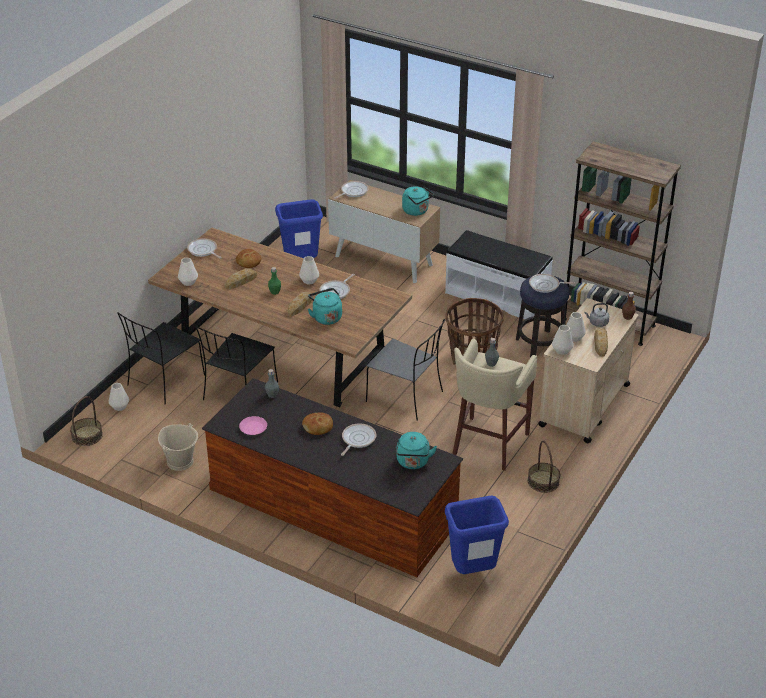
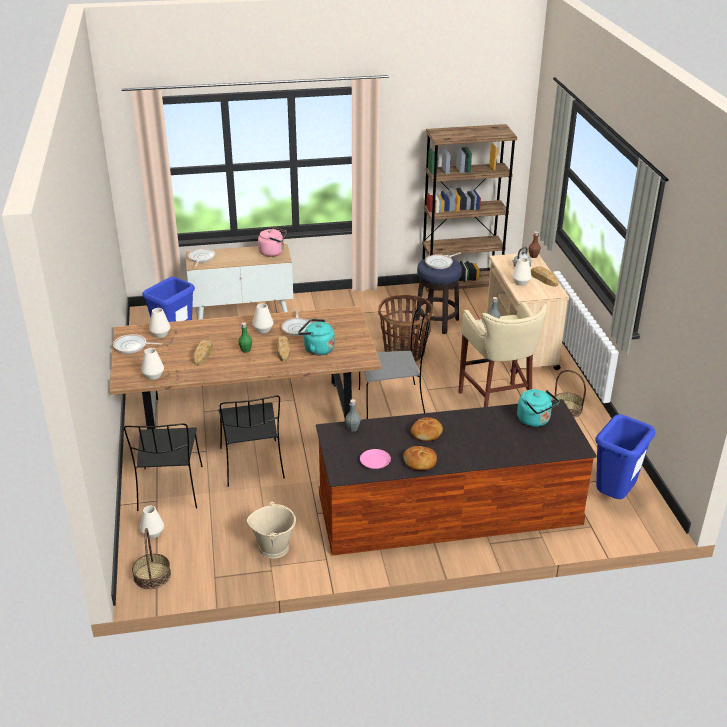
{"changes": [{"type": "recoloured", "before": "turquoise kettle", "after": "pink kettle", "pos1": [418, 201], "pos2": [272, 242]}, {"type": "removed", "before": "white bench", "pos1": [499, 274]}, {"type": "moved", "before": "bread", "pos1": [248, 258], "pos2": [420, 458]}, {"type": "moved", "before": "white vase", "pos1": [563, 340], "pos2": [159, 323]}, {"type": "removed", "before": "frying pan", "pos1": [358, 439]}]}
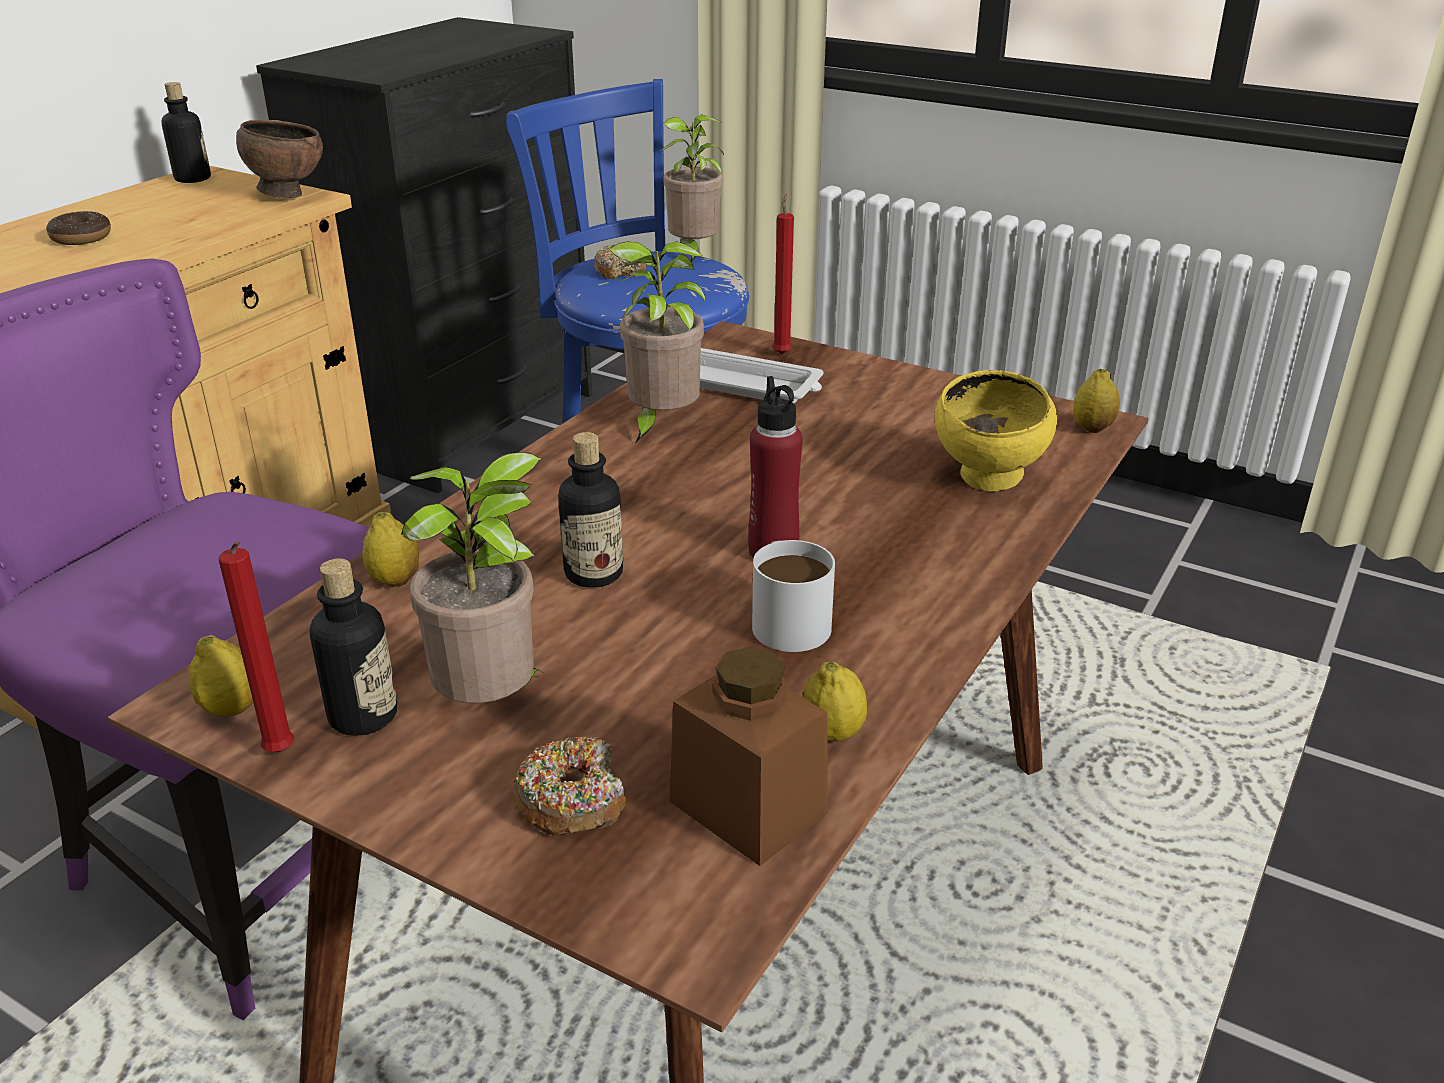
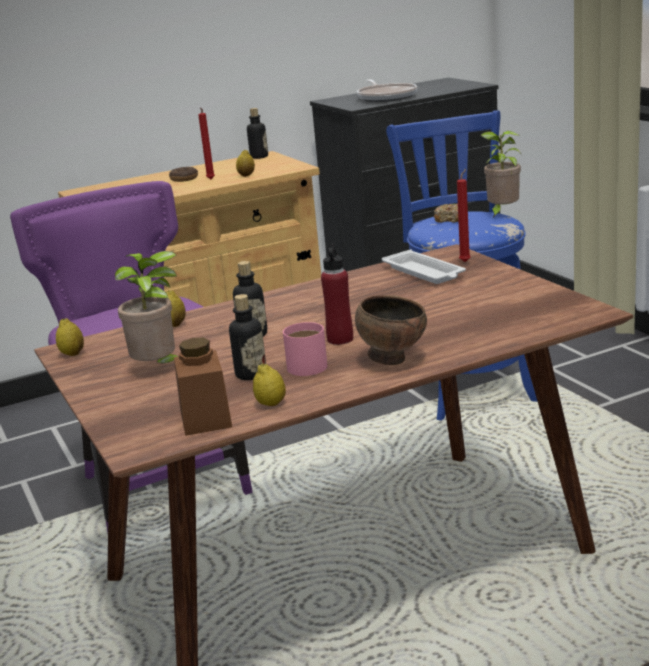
{"changes": [{"type": "moved", "before": "brown bowl", "pos1": [279, 159], "pos2": [391, 330]}, {"type": "removed", "before": "potted plant", "pos1": [657, 342]}, {"type": "moved", "before": "lemon", "pos1": [1096, 401], "pos2": [245, 163]}, {"type": "removed", "before": "yellow bowl", "pos1": [996, 431]}, {"type": "recoloured", "before": "white mug", "after": "pink mug", "pos1": [793, 596], "pos2": [305, 349]}, {"type": "moved", "before": "red candle", "pos1": [256, 647], "pos2": [206, 143]}, {"type": "moved", "before": "bottle", "pos1": [353, 647], "pos2": [247, 337]}, {"type": "removed", "before": "donut", "pos1": [569, 786]}, {"type": "added", "after": "frying pan", "pos2": [387, 90]}]}
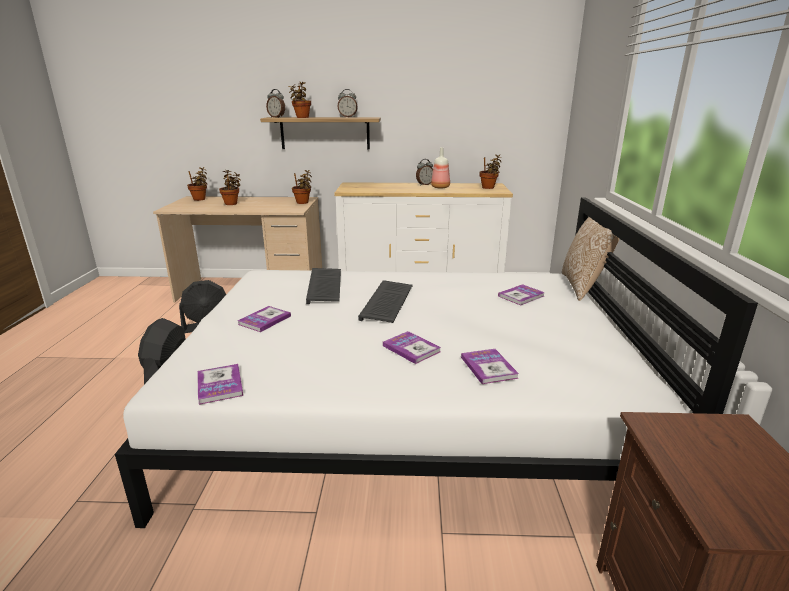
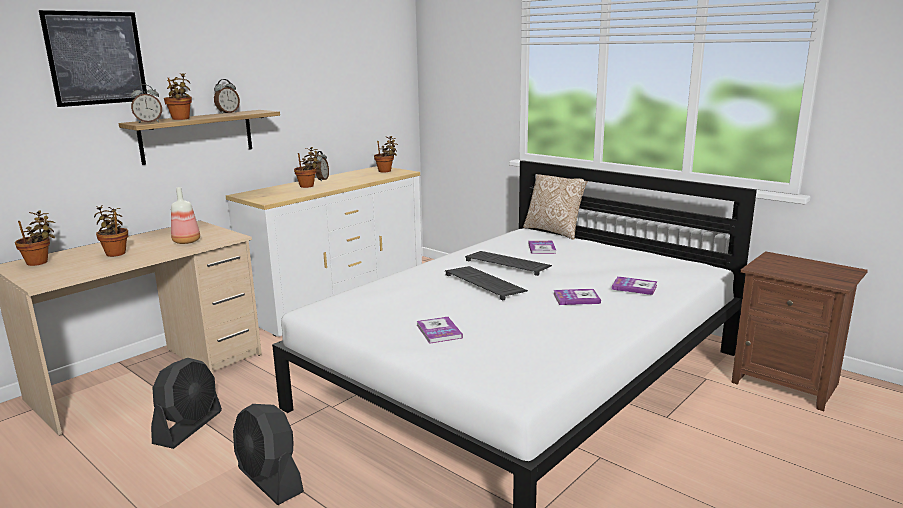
{"changes": [{"type": "moved", "before": "bottle", "pos1": [440, 167], "pos2": [185, 215]}, {"type": "moved", "before": "potted plant", "pos1": [302, 187], "pos2": [308, 167]}, {"type": "moved", "before": "keyboard", "pos1": [323, 286], "pos2": [508, 263]}, {"type": "removed", "before": "book", "pos1": [220, 384]}, {"type": "added", "after": "picture", "pos2": [93, 58]}]}
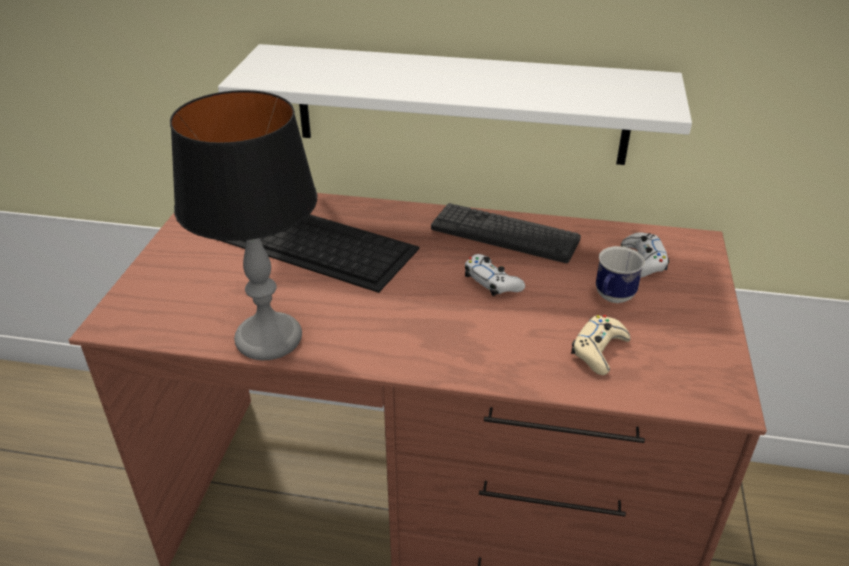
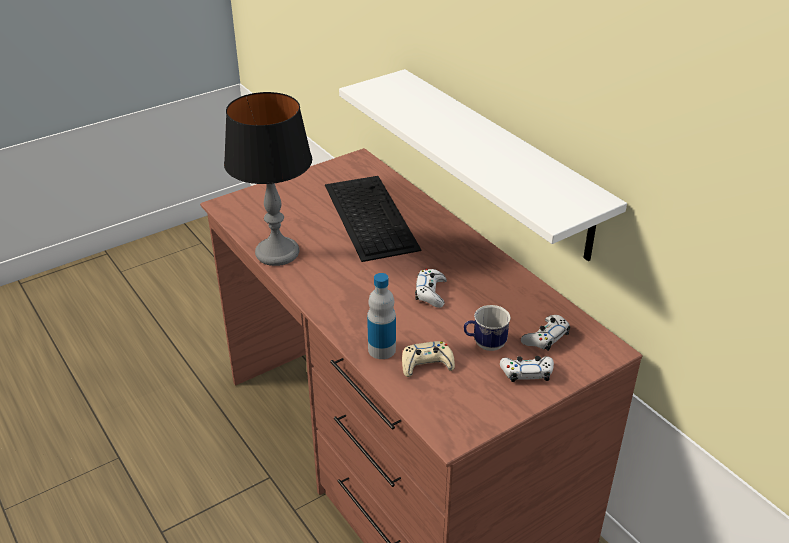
{"changes": [{"type": "removed", "before": "keyboard", "pos1": [506, 233]}, {"type": "added", "after": "bottle", "pos2": [381, 316]}, {"type": "added", "after": "white game controller", "pos2": [527, 369]}]}
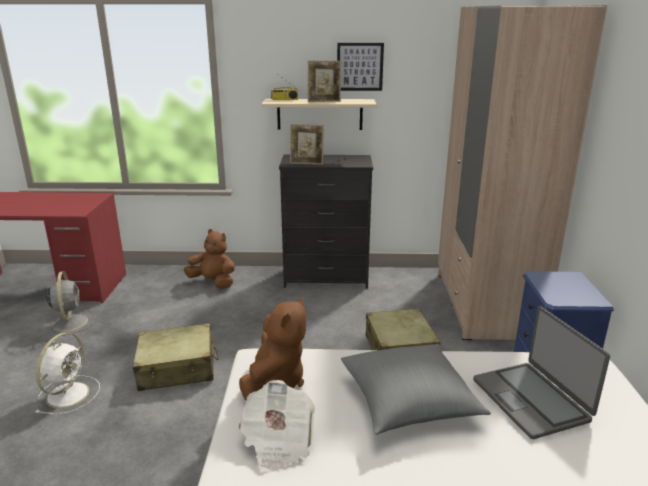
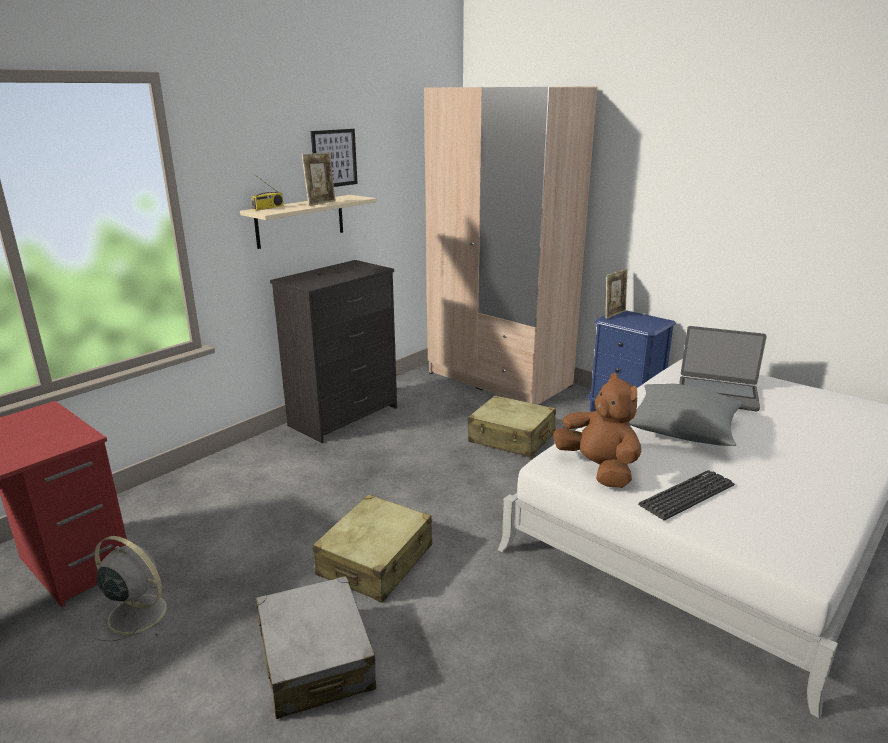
{"changes": [{"type": "moved", "before": "picture frame", "pos1": [307, 144], "pos2": [616, 294]}, {"type": "removed", "before": "brown plush toy", "pos1": [209, 259]}, {"type": "replaced", "before": "white fan", "after": "grey suitcase", "pos1": [67, 373], "pos2": [316, 647]}, {"type": "replaced", "before": "newspaper", "after": "keyboard", "pos1": [277, 426], "pos2": [686, 495]}]}
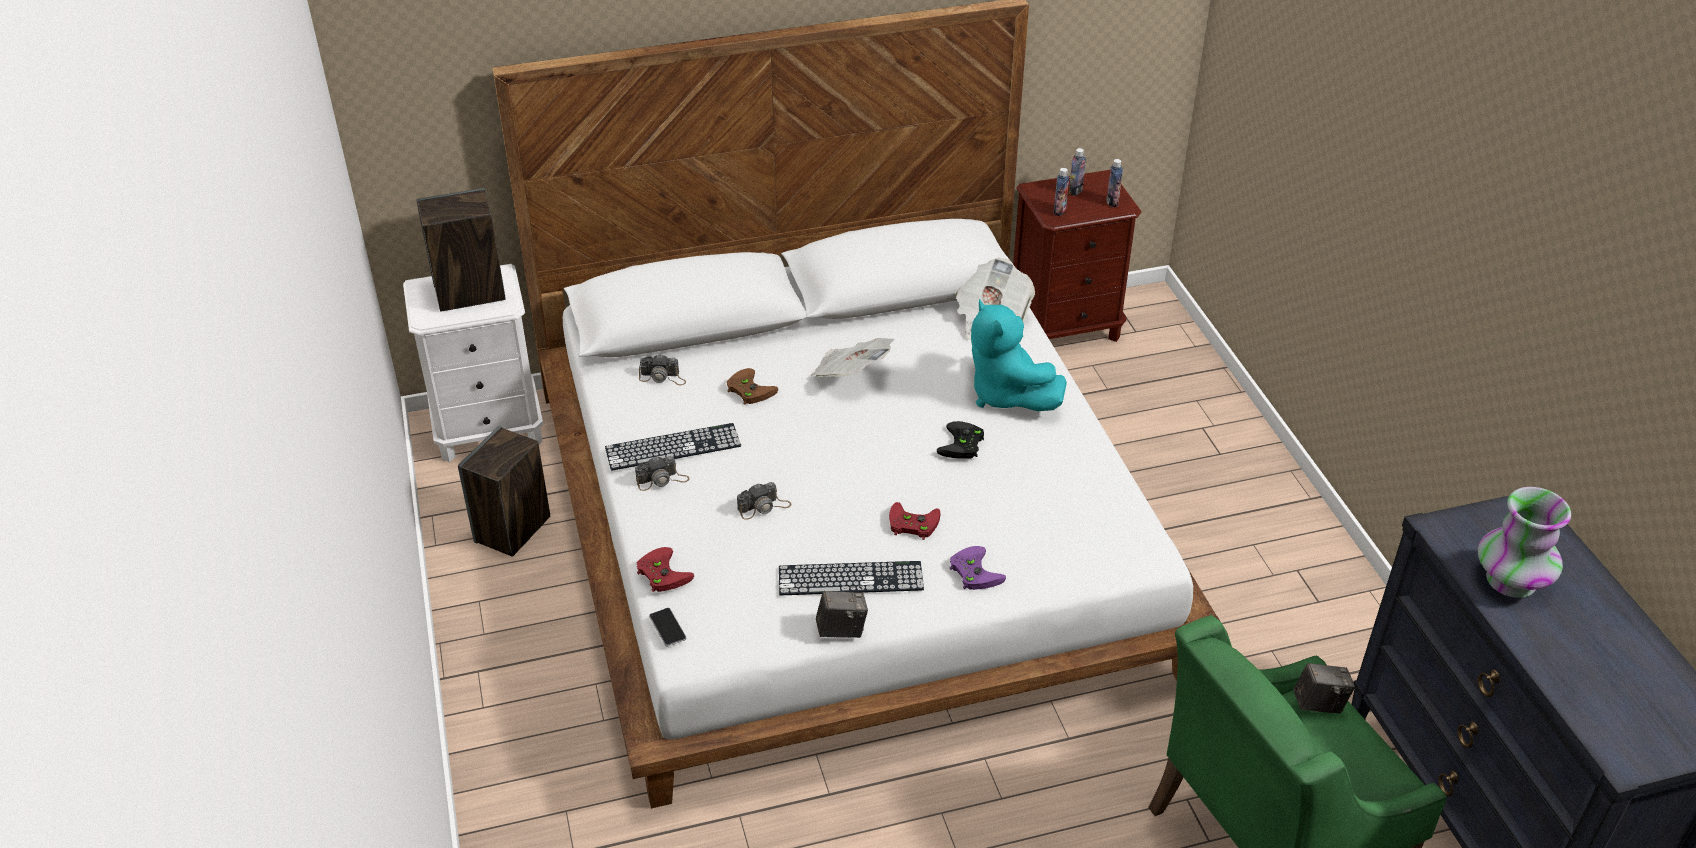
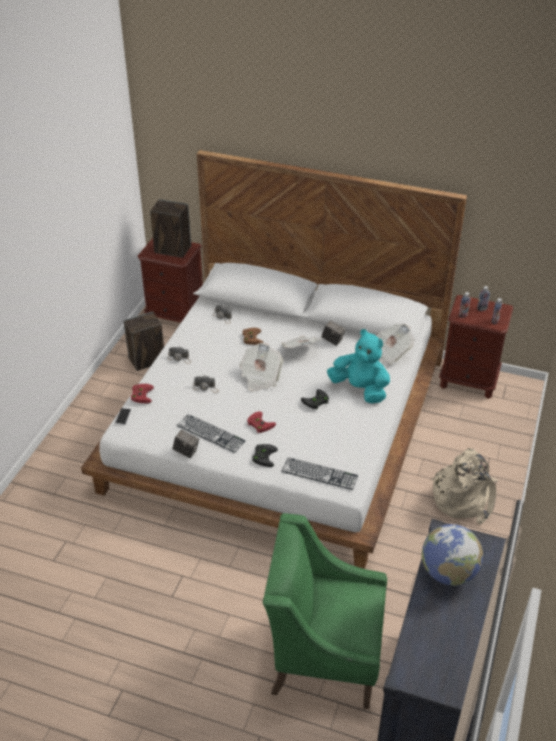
{"changes": [{"type": "recoloured", "before": "white nightstand", "after": "brown nightstand", "pos1": [473, 363], "pos2": [170, 280]}, {"type": "turned", "before": "turquoise plush toy", "pos1": [1019, 355], "pos2": [358, 366], "turn": 120}, {"type": "moved", "before": "keyboard", "pos1": [673, 447], "pos2": [319, 473]}, {"type": "replaced", "before": "vase", "after": "globe", "pos1": [1524, 542], "pos2": [452, 555]}, {"type": "recoloured", "before": "purple game controller", "after": "black game controller", "pos1": [977, 568], "pos2": [265, 455]}, {"type": "moved", "before": "photo camera", "pos1": [1324, 688], "pos2": [333, 333]}, {"type": "added", "after": "newspaper", "pos2": [262, 367]}, {"type": "added", "after": "beige backpack", "pos2": [464, 486]}]}
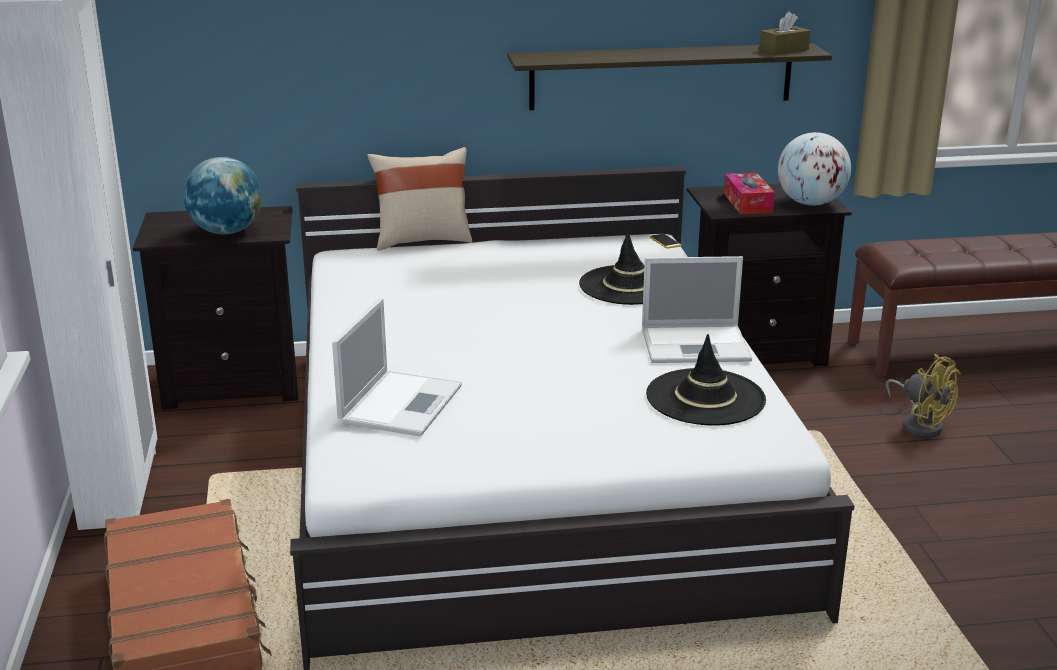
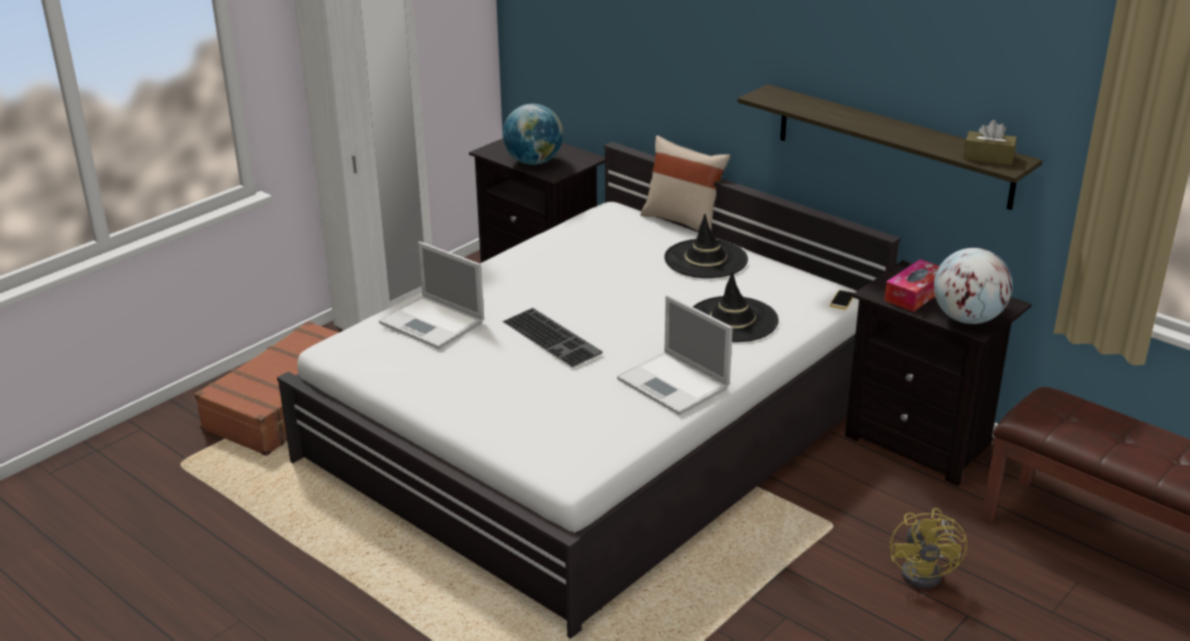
{"changes": [{"type": "turned", "before": "laptop", "pos1": [397, 367], "pos2": [431, 295], "turn": 60}, {"type": "moved", "before": "black hat", "pos1": [706, 380], "pos2": [706, 246]}, {"type": "added", "after": "keyboard", "pos2": [552, 337]}]}
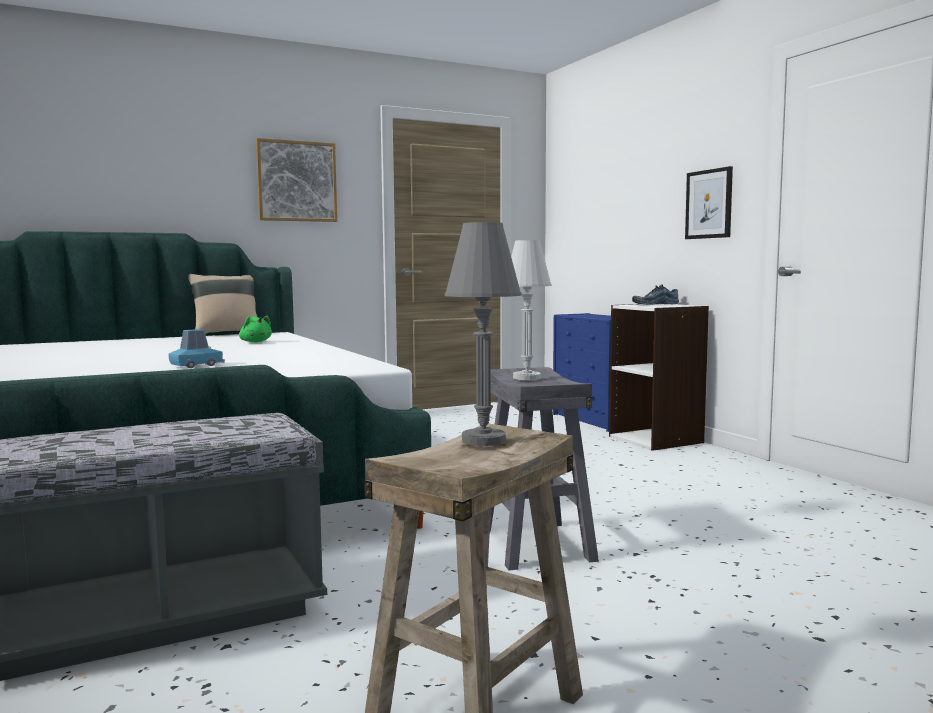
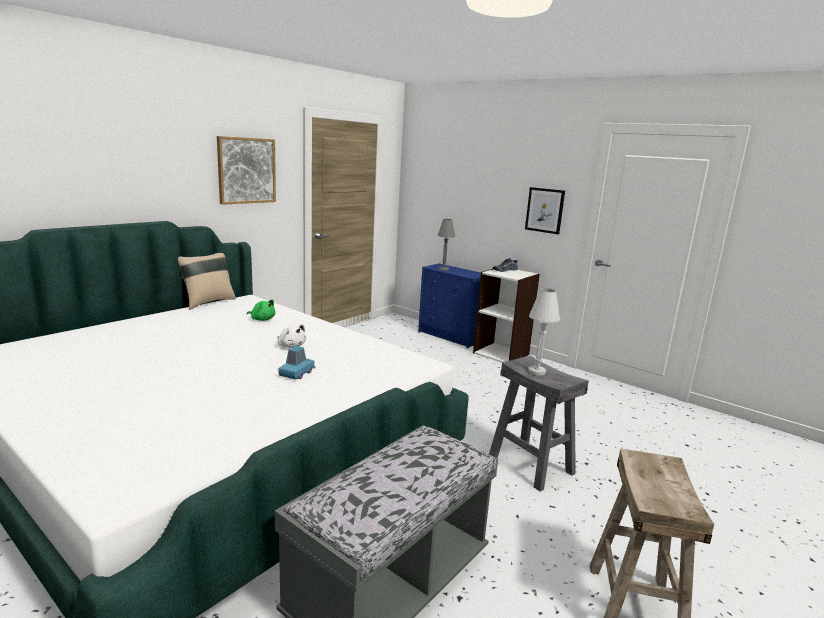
{"changes": [{"type": "moved", "before": "grey table lamp", "pos1": [483, 334], "pos2": [446, 245]}, {"type": "added", "after": "white plush toy", "pos2": [291, 336]}]}
